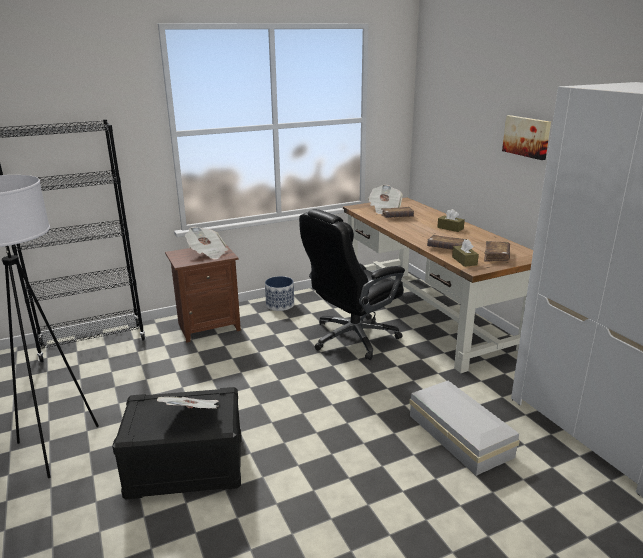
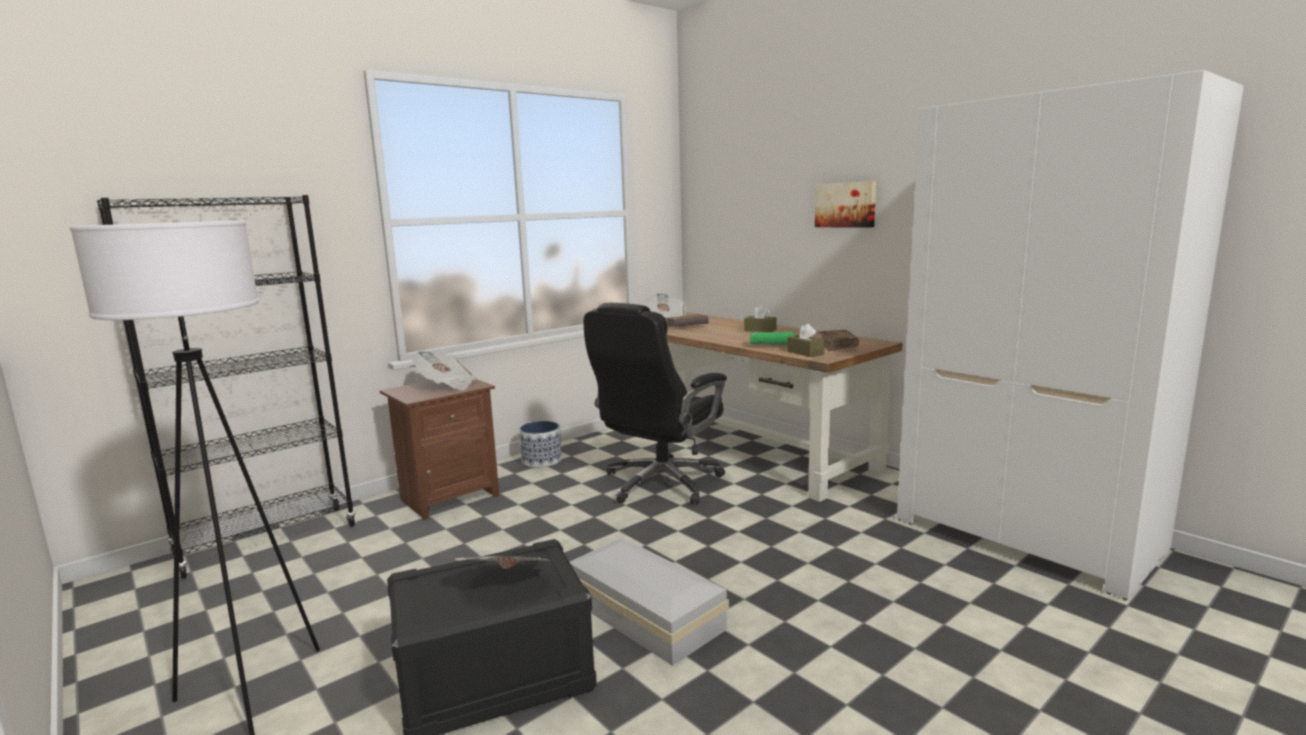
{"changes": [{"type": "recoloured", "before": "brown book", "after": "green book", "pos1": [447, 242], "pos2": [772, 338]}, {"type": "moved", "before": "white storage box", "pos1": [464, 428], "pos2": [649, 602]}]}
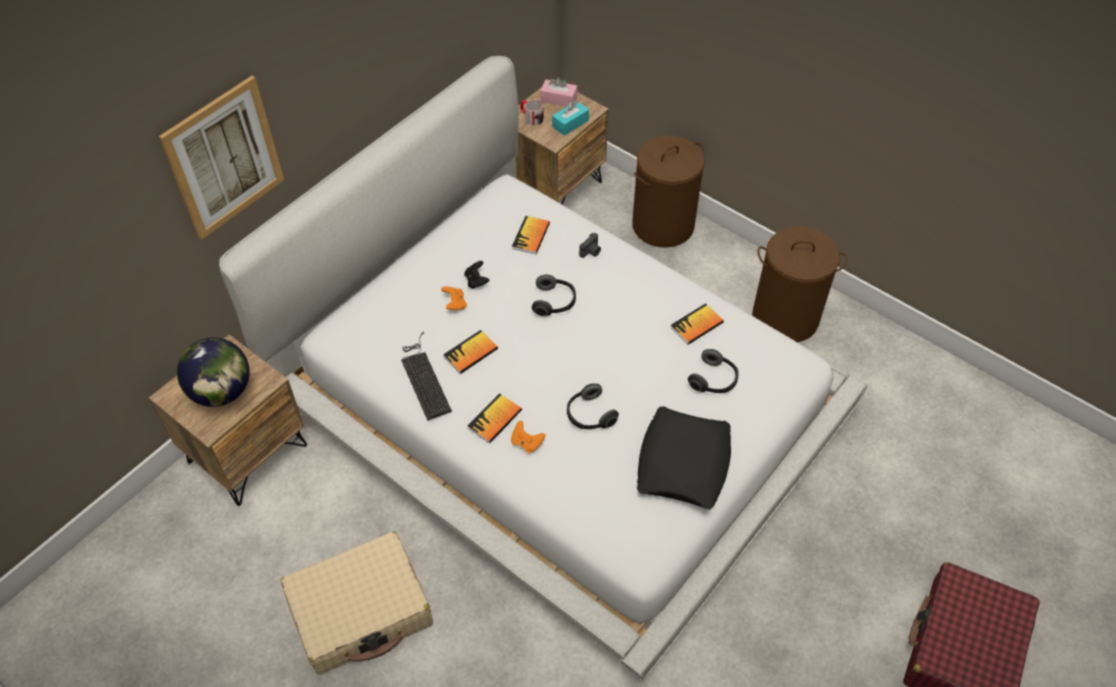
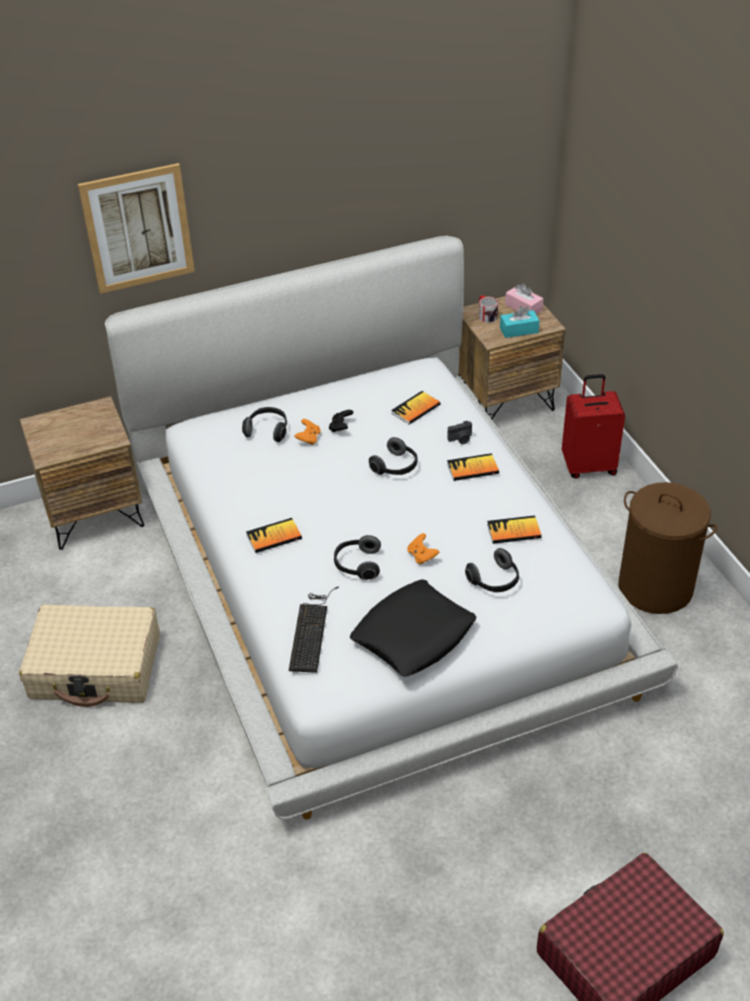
{"changes": [{"type": "replaced", "before": "brown laundry basket", "after": "red suitcase", "pos1": [668, 192], "pos2": [593, 426]}, {"type": "moved", "before": "book", "pos1": [470, 352], "pos2": [473, 467]}, {"type": "moved", "before": "keyboard", "pos1": [426, 375], "pos2": [314, 629]}, {"type": "removed", "before": "globe", "pos1": [213, 372]}, {"type": "moved", "before": "orange game controller", "pos1": [528, 437], "pos2": [423, 549]}, {"type": "added", "after": "headphones", "pos2": [264, 424]}]}
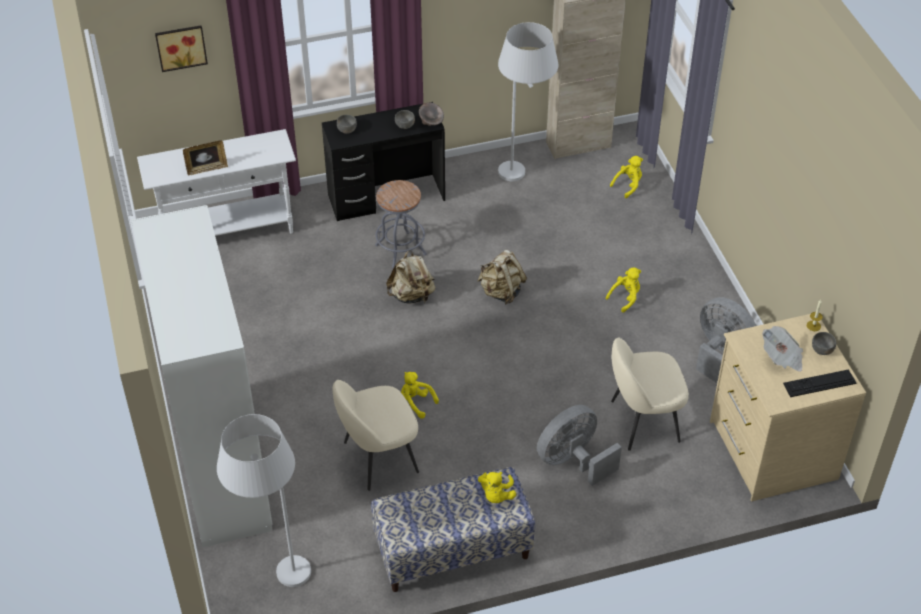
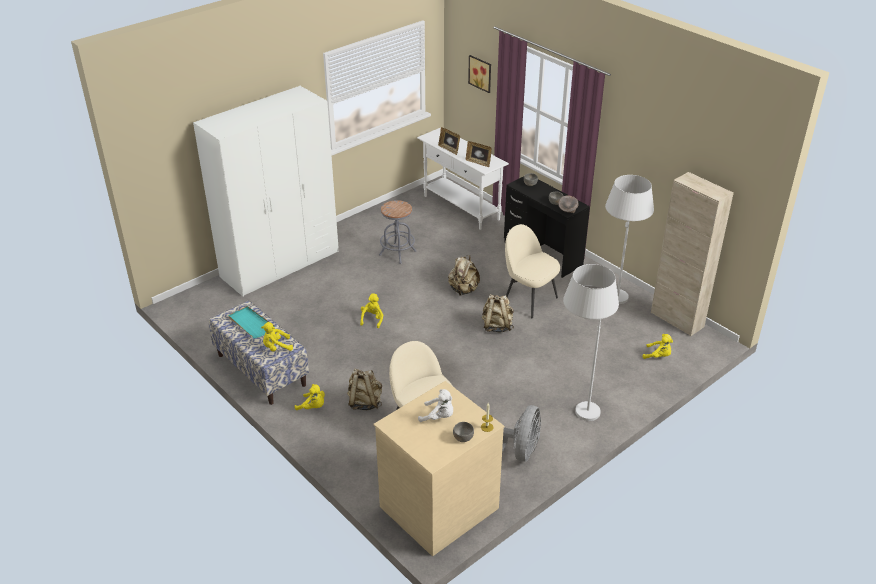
{"changes": [{"type": "moved", "before": "grey stool", "pos1": [401, 224], "pos2": [397, 232]}, {"type": "moved", "before": "yellow plush toy", "pos1": [623, 290], "pos2": [310, 397]}, {"type": "replaced", "before": "newspaper", "after": "white plush toy", "pos1": [782, 349], "pos2": [435, 405]}, {"type": "removed", "before": "keyboard", "pos1": [820, 383]}, {"type": "moved", "before": "beige chair", "pos1": [376, 435], "pos2": [532, 271]}, {"type": "replaced", "before": "grey fan", "after": "beige backpack", "pos1": [579, 445], "pos2": [364, 389]}, {"type": "moved", "before": "white floor lamp", "pos1": [264, 500], "pos2": [591, 342]}, {"type": "added", "after": "picture frame", "pos2": [479, 154]}, {"type": "added", "after": "turquoise tray", "pos2": [251, 322]}]}
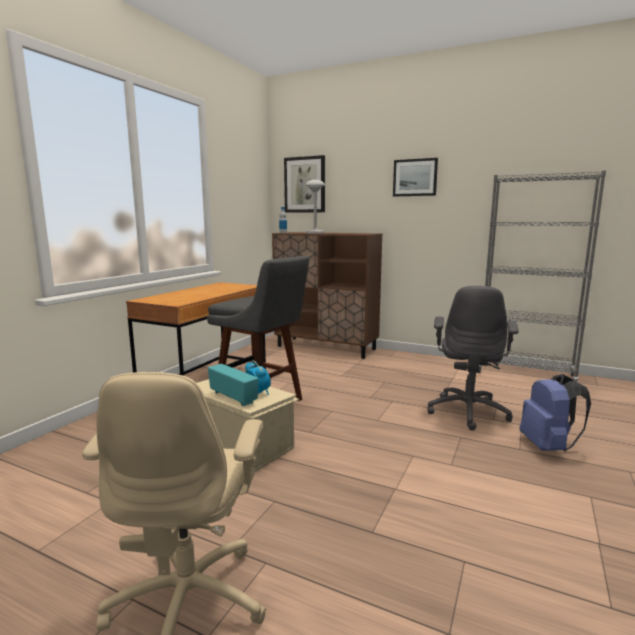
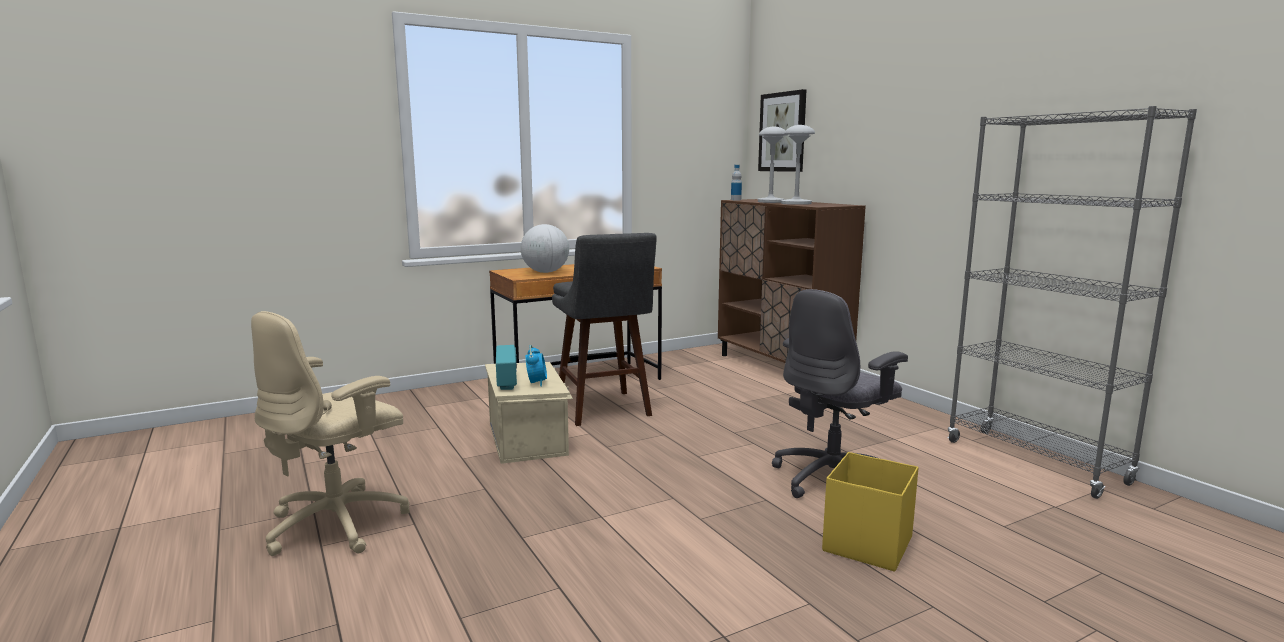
{"changes": [{"type": "removed", "before": "picture", "pos1": [415, 177]}, {"type": "replaced", "before": "blue backpack", "after": "yellow storage box", "pos1": [555, 412], "pos2": [870, 511]}, {"type": "added", "after": "grey table lamp", "pos2": [798, 165]}, {"type": "added", "after": "globe", "pos2": [545, 248]}]}
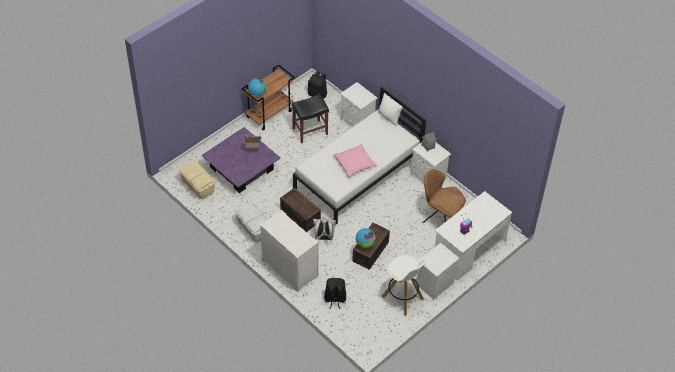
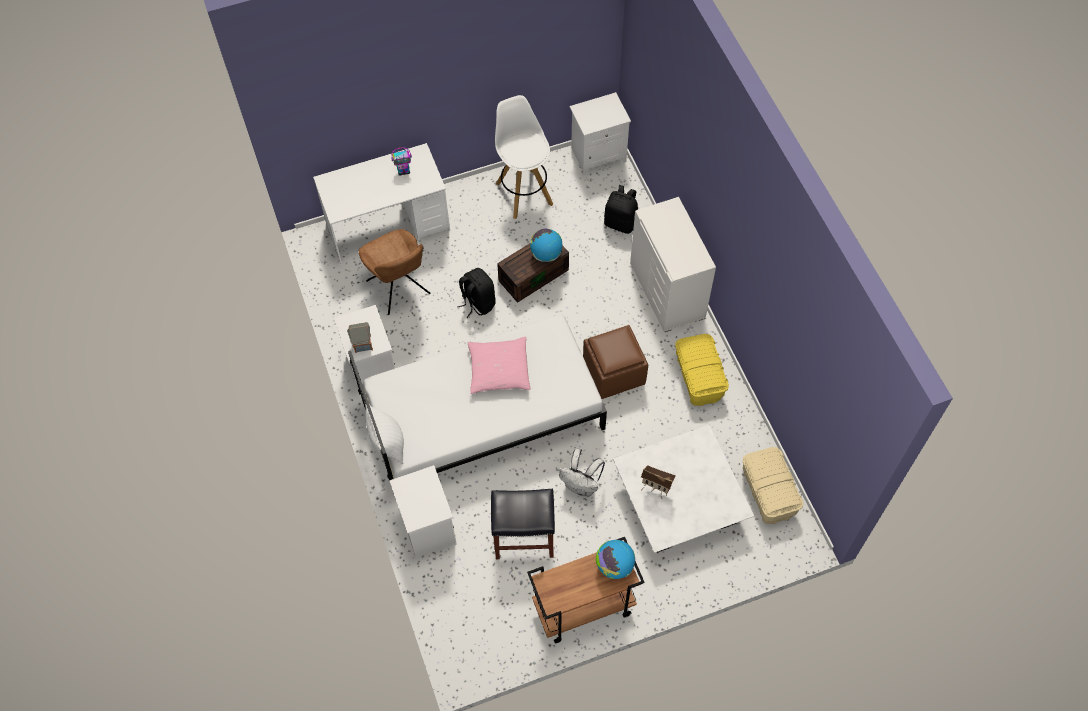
{"changes": [{"type": "moved", "before": "black backpack", "pos1": [317, 85], "pos2": [476, 293]}, {"type": "recoloured", "before": "purple coffee table", "after": "white coffee table", "pos1": [241, 160], "pos2": [683, 489]}, {"type": "replaced", "before": "brown storage box", "after": "brown ottoman", "pos1": [300, 210], "pos2": [615, 362]}, {"type": "recoloured", "before": "white storage box", "after": "yellow storage box", "pos1": [251, 222], "pos2": [702, 370]}, {"type": "moved", "before": "white backpack", "pos1": [324, 230], "pos2": [582, 473]}, {"type": "moved", "before": "white nightstand", "pos1": [437, 271], "pos2": [600, 133]}]}
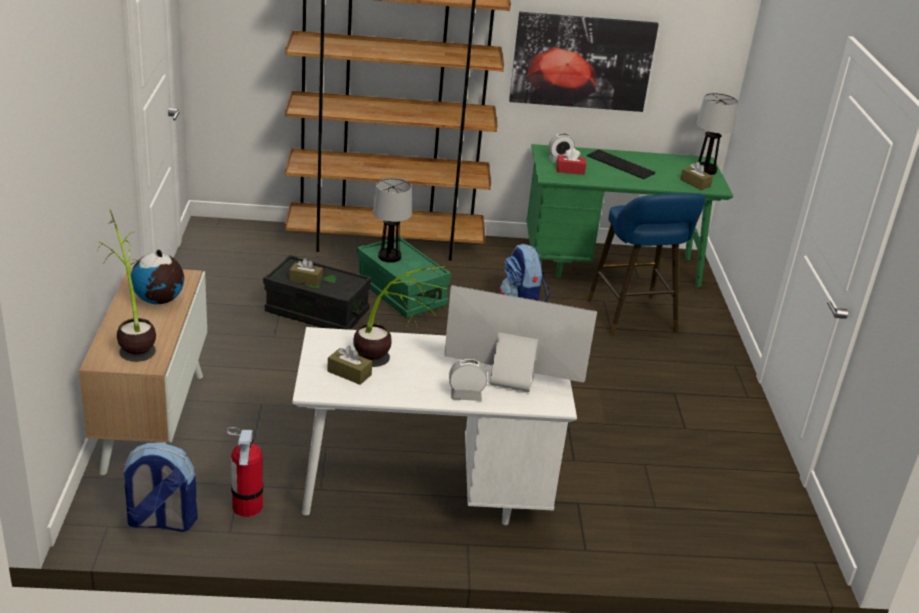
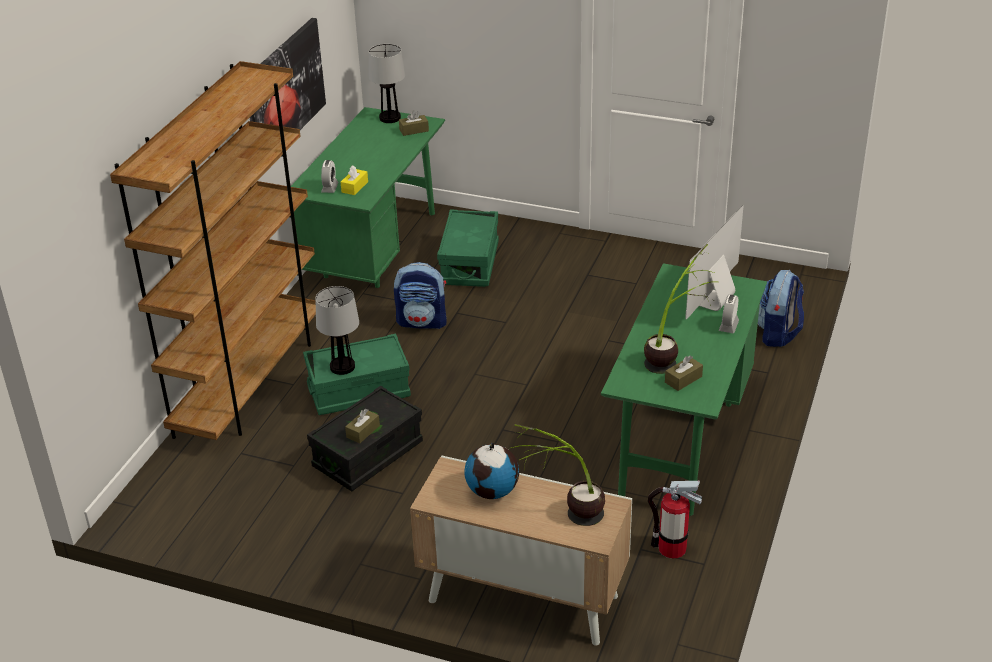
{"changes": [{"type": "recoloured", "before": "red tissue box", "after": "yellow tissue box", "pos1": [571, 161], "pos2": [354, 180]}, {"type": "removed", "before": "keyboard", "pos1": [621, 164]}, {"type": "replaced", "before": "blue stool", "after": "green storage box", "pos1": [646, 265], "pos2": [468, 248]}, {"type": "recoloured", "before": "white desk", "after": "green desk", "pos1": [434, 426], "pos2": [684, 389]}, {"type": "moved", "before": "backpack", "pos1": [159, 487], "pos2": [781, 308]}]}
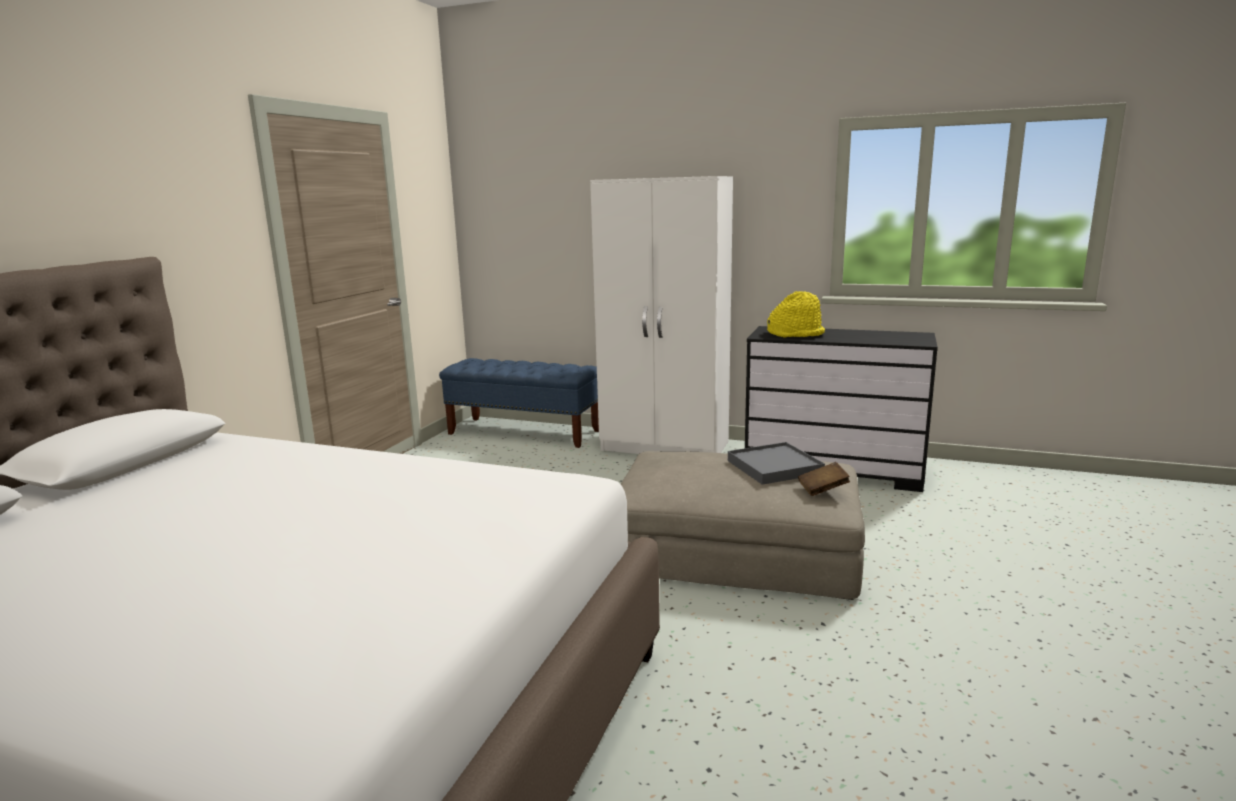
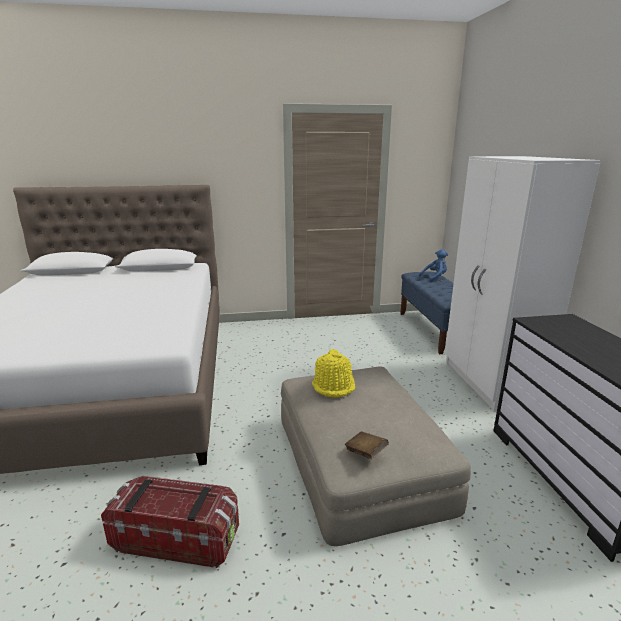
{"changes": [{"type": "moved", "before": "yellow hat", "pos1": [796, 314], "pos2": [333, 373]}, {"type": "removed", "before": "grey tray", "pos1": [776, 463]}, {"type": "added", "after": "blue plush toy", "pos2": [433, 265]}, {"type": "added", "after": "storage box", "pos2": [170, 522]}]}
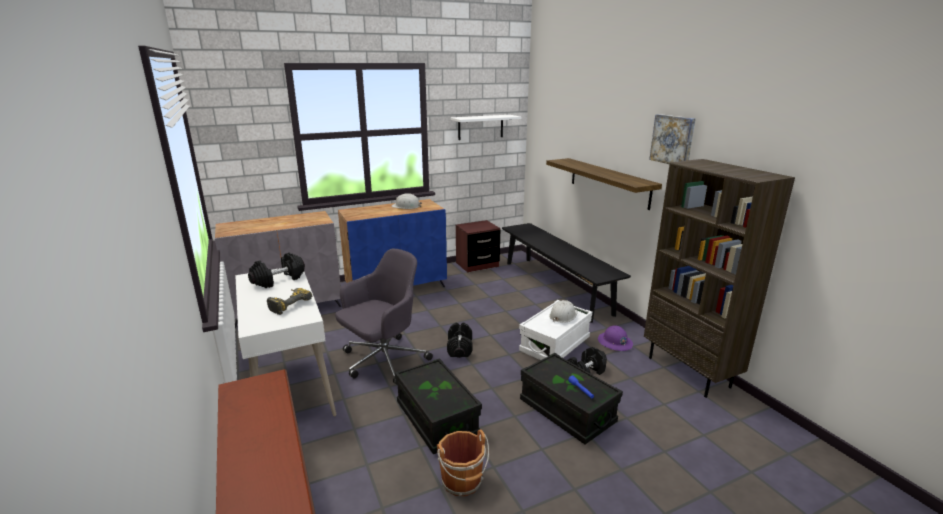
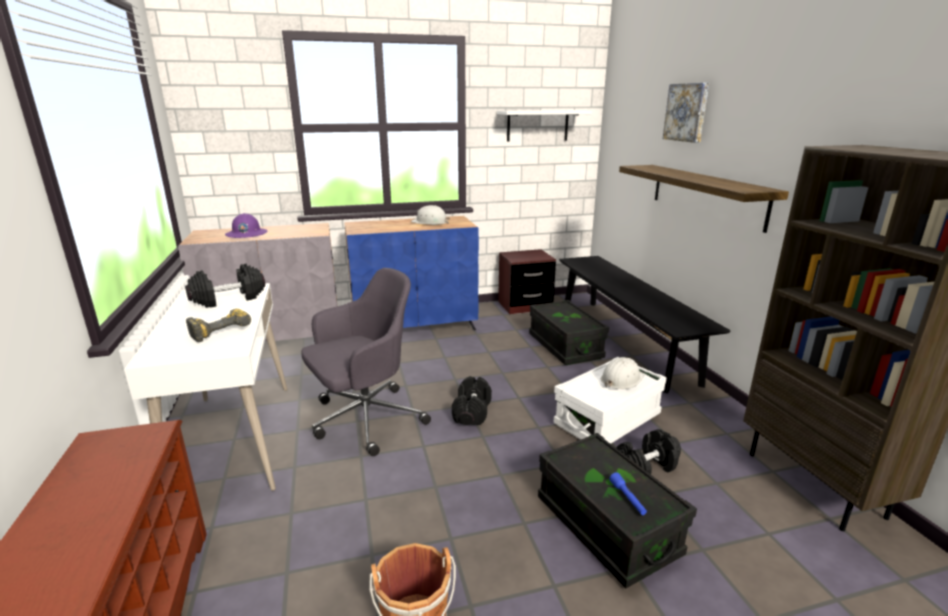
{"changes": [{"type": "moved", "before": "picture", "pos1": [672, 139], "pos2": [686, 113]}, {"type": "moved", "before": "purple hard hat", "pos1": [615, 338], "pos2": [246, 225]}, {"type": "moved", "before": "black storage box", "pos1": [438, 406], "pos2": [569, 332]}]}
